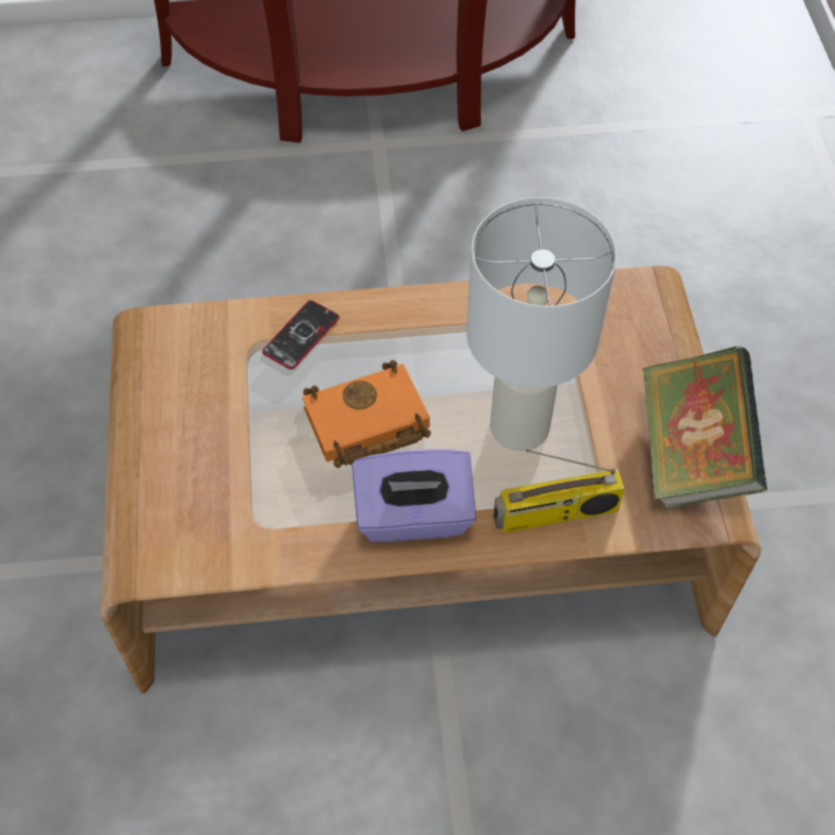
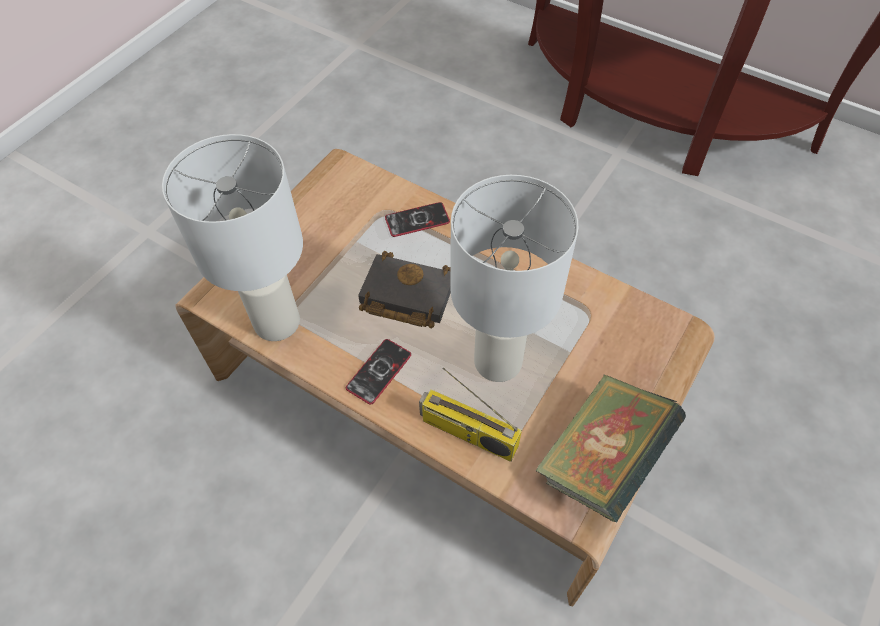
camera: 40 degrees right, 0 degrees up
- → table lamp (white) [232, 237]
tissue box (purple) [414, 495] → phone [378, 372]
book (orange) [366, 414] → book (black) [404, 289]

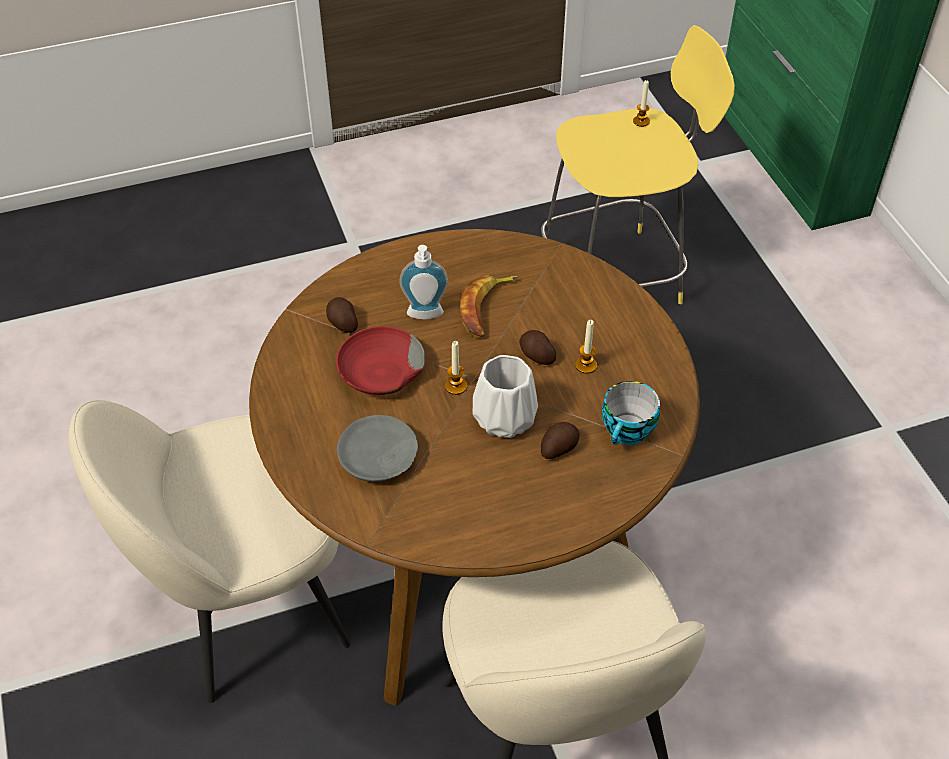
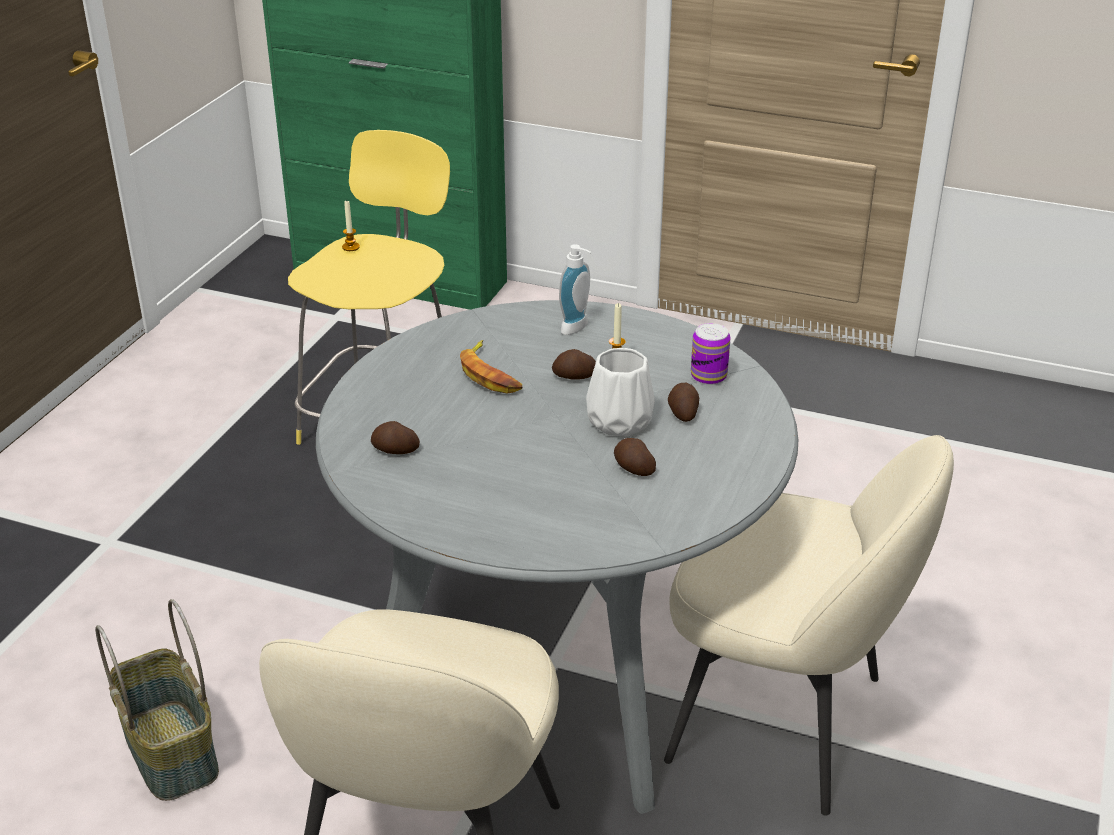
camera: 50 degrees left, 15 degrees down
- → basket [157, 700]
dining table (brown) [474, 467] → dining table (grey) [557, 557]
soap dispenser [423, 282] → soap dispenser [575, 289], move
- → potato [635, 457]
cup [631, 413] → can [710, 354]
bowl (red) [380, 360] → -
plate (grey) [377, 448] → -
candle [456, 368] → -

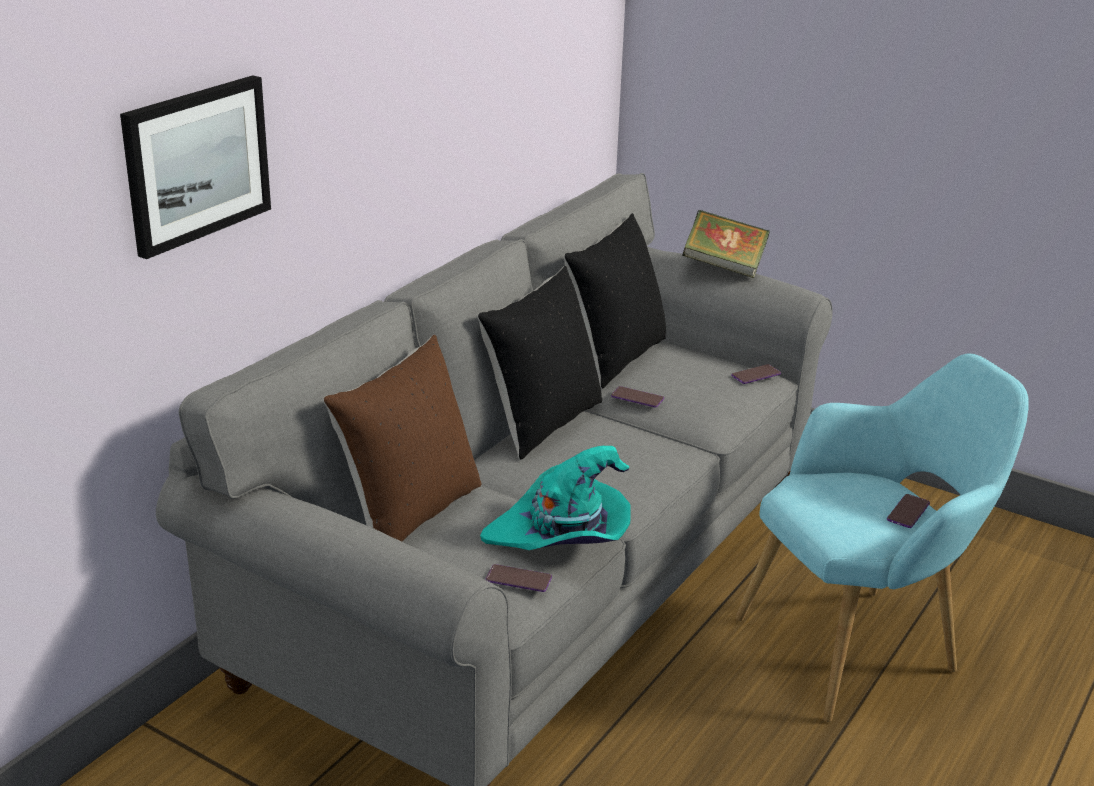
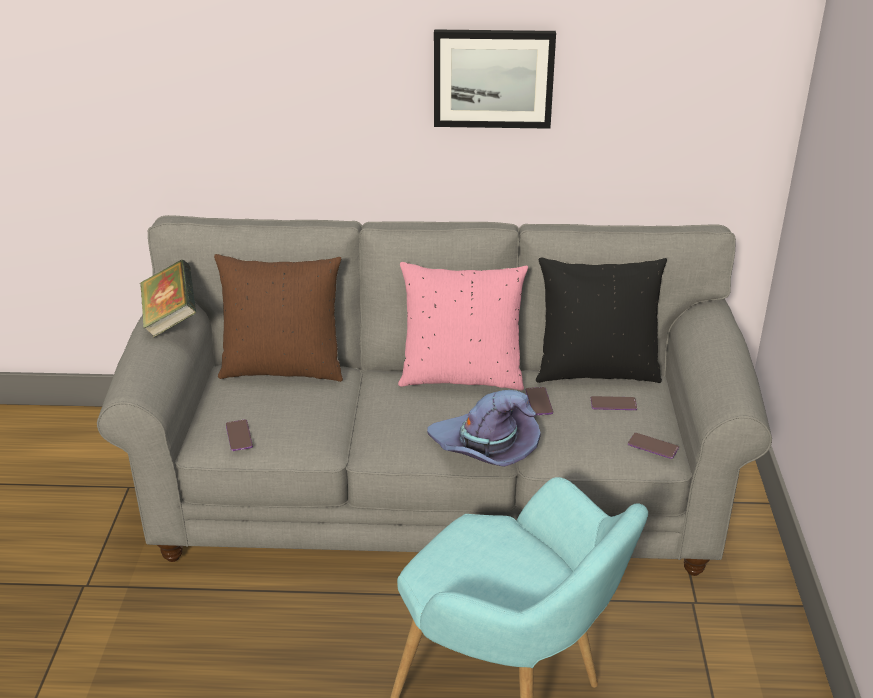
camera: 60 degrees right, 5 degrees up
book [726, 244] → book [168, 299], move
pillow (black) [539, 363] → pillow (pink) [463, 326]
- → hat (purple) [484, 428]
picture [195, 167] → picture [495, 79], move
phone [908, 511] → phone [614, 403], move
hat (turquoise) [555, 498] → -

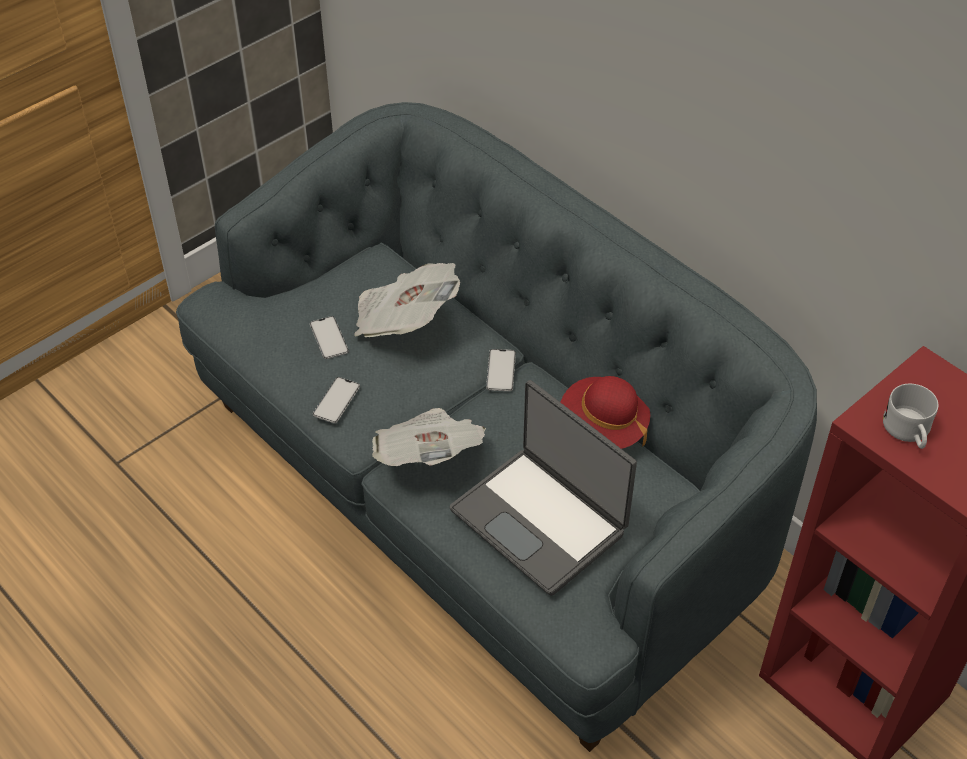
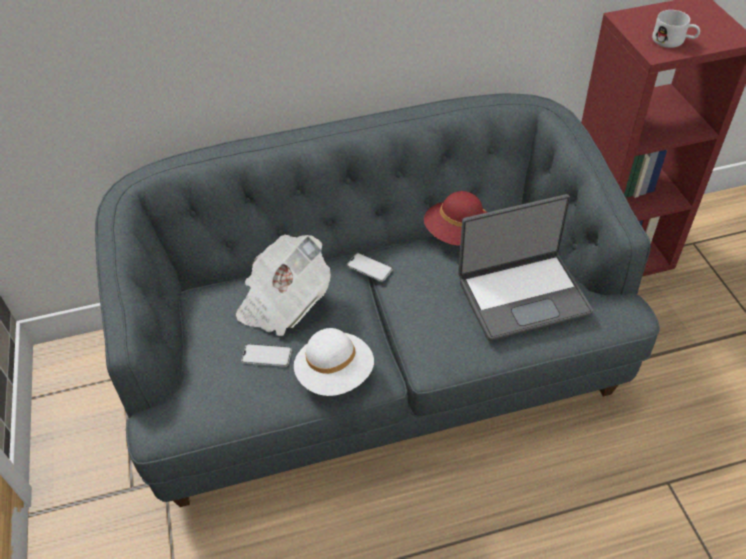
camera: 60 degrees left, 0 degrees up
phone [336, 400] → hat (white) [334, 362]
newspaper [429, 437] → -

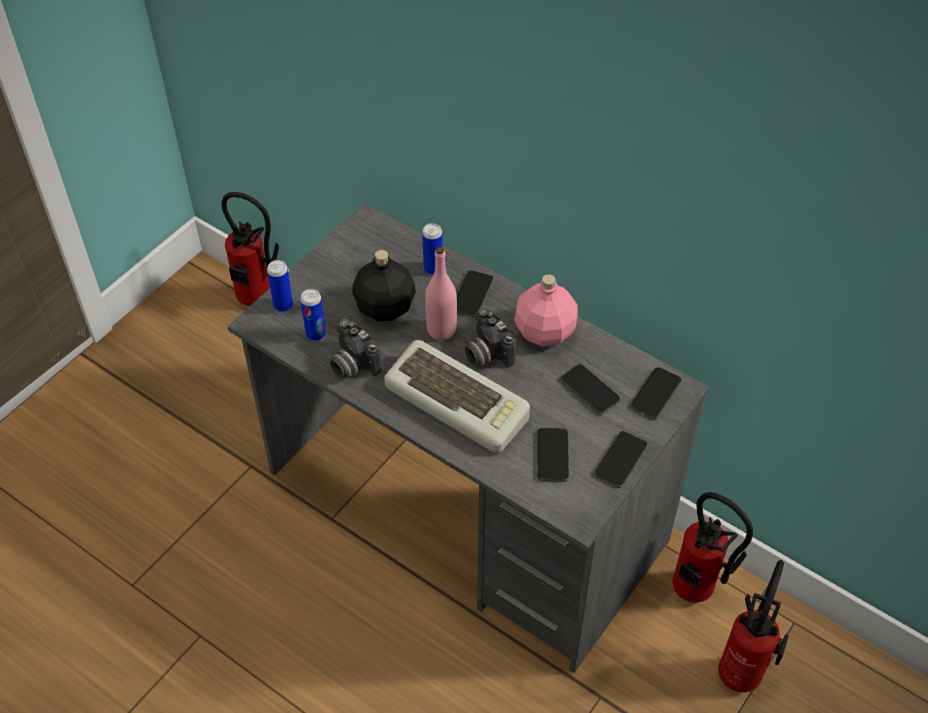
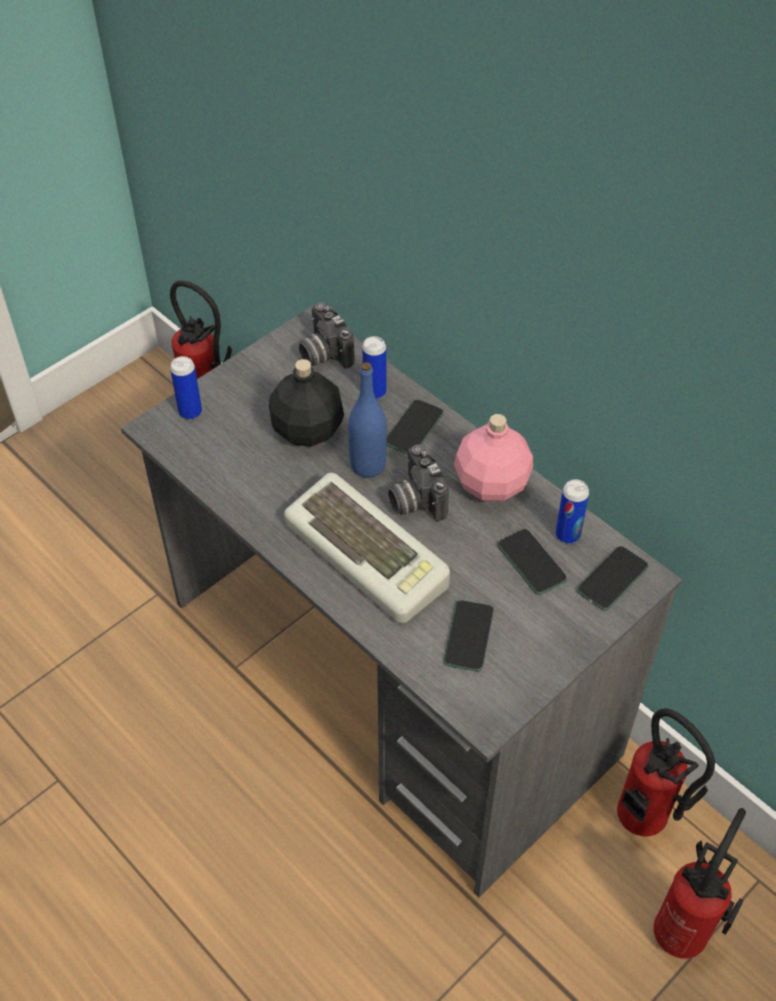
camera: 10 degrees right, 0 degrees up
photo camera [356, 349] → photo camera [327, 335], move
bottle (pink) [441, 293] → bottle (blue) [367, 420]
can [313, 315] → can [572, 511], move
phone [621, 459] → -

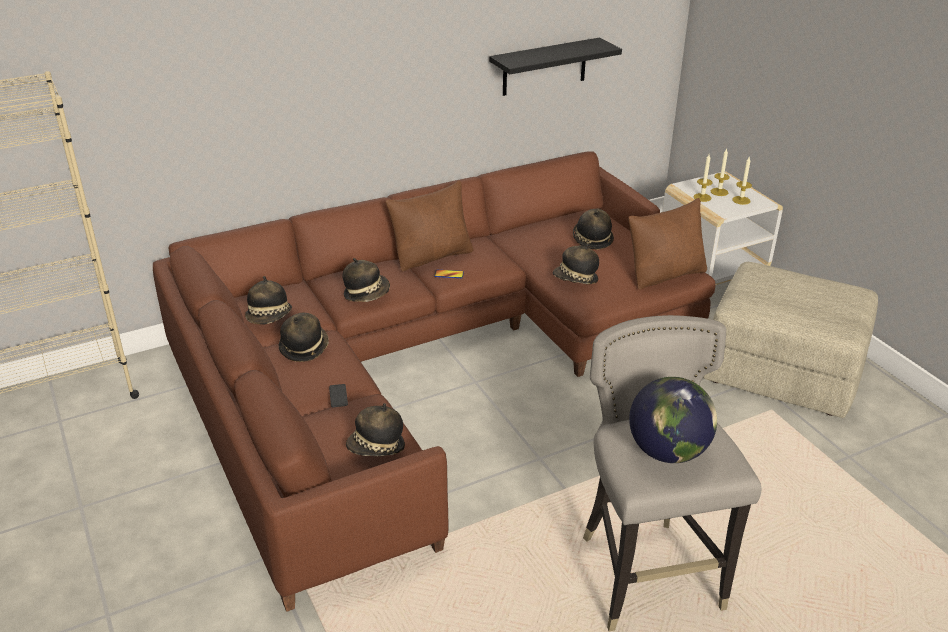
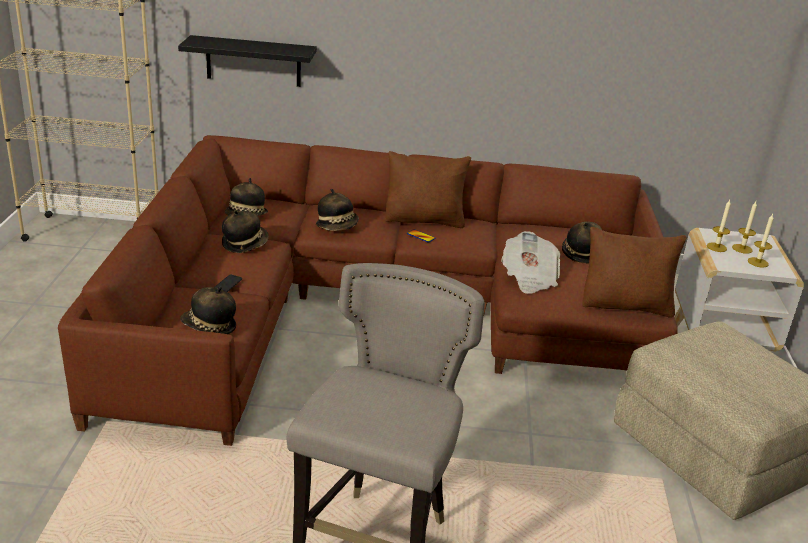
camera: 30 degrees right, 5 degrees down
shelf (black) [555, 67] → shelf (black) [247, 61], move
hat [576, 263] → newspaper [530, 262]
globe [673, 420] → -

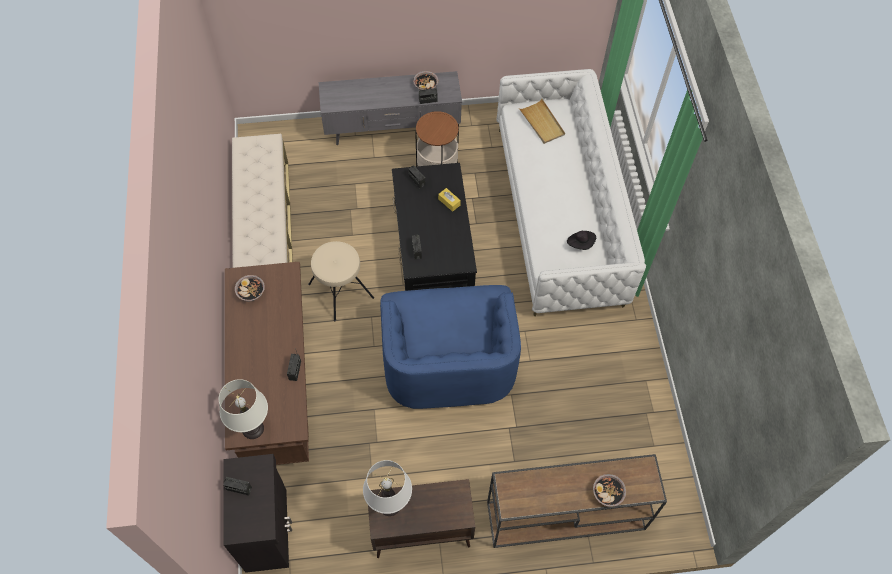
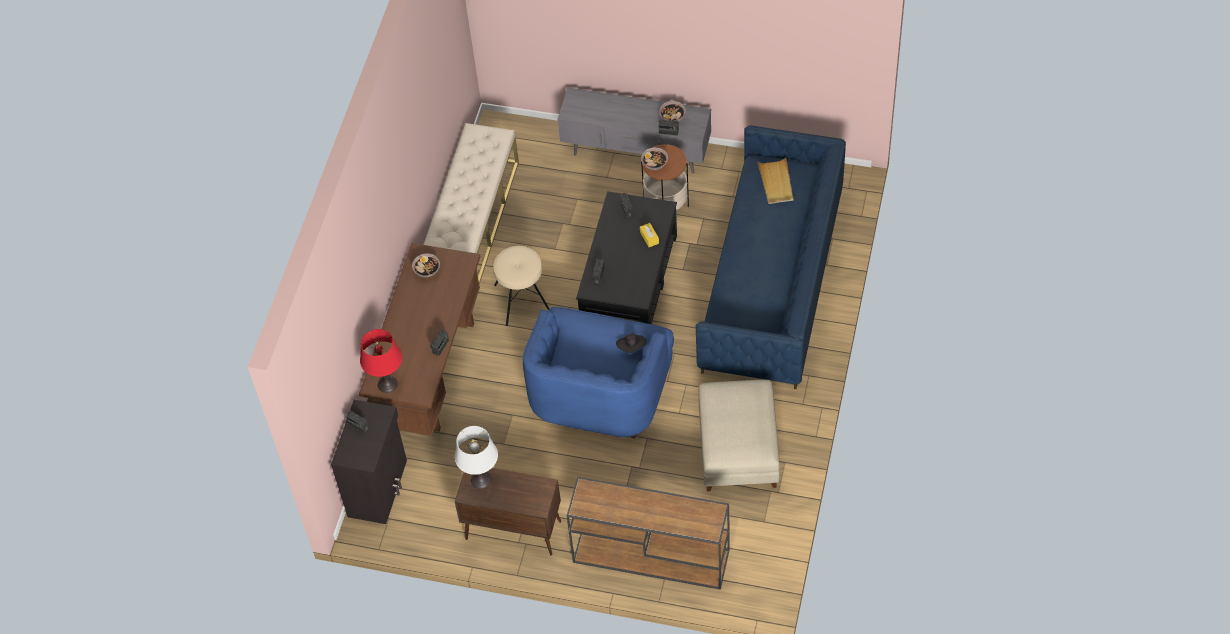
camera: 25 degrees right, 5 degrees down
table lamp (white) [243, 409] → table lamp (red) [381, 361]
hat (black) [581, 240] → hat (black) [631, 343], move
bowl [609, 490] → bowl [654, 158], move
sofa (white) [571, 192] → sofa (blue) [771, 257]
- → ottoman (beige) [739, 436]

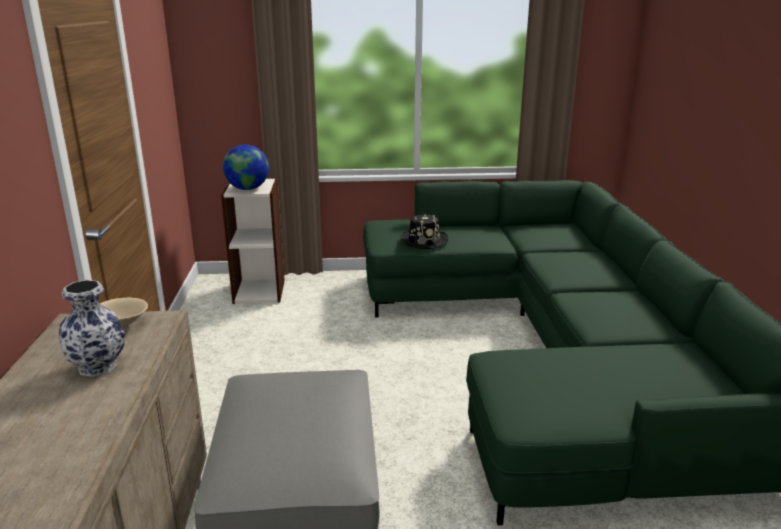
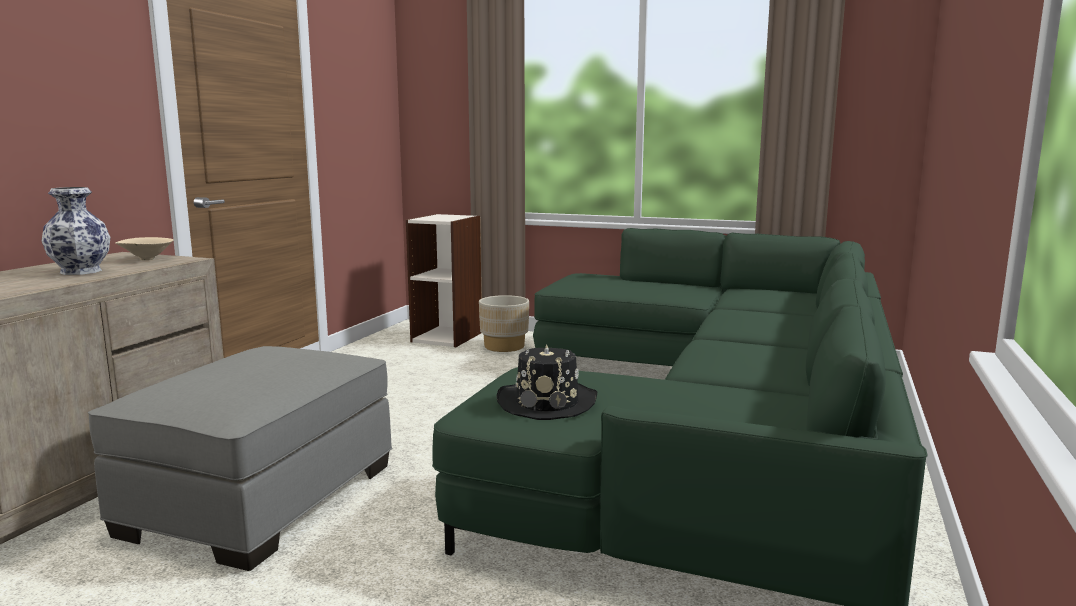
camera: 25 degrees right, 10 degrees down
- → planter (beige) [504, 323]
hat (black) [424, 232] → hat (black) [546, 382], move
globe [246, 167] → -

